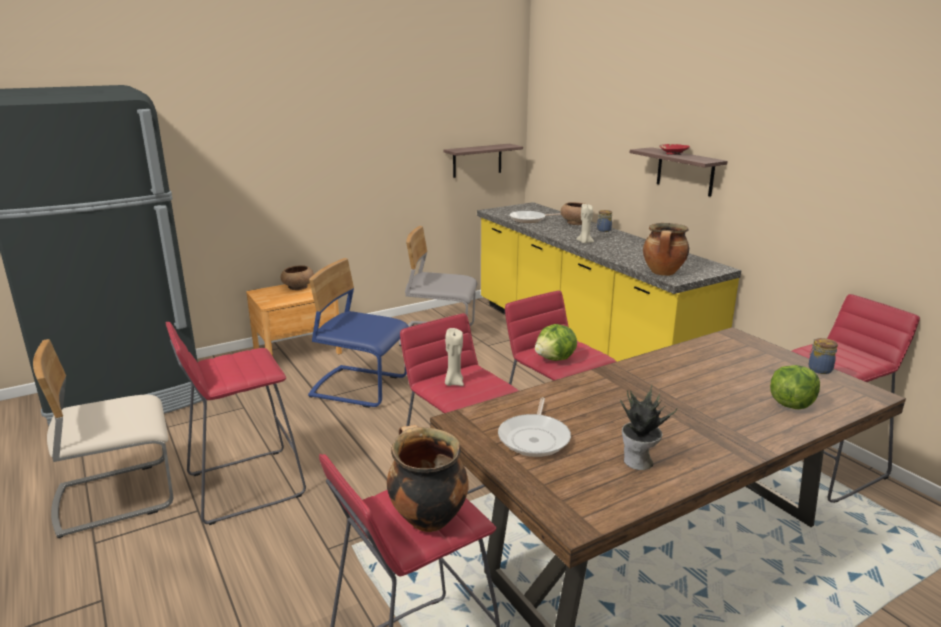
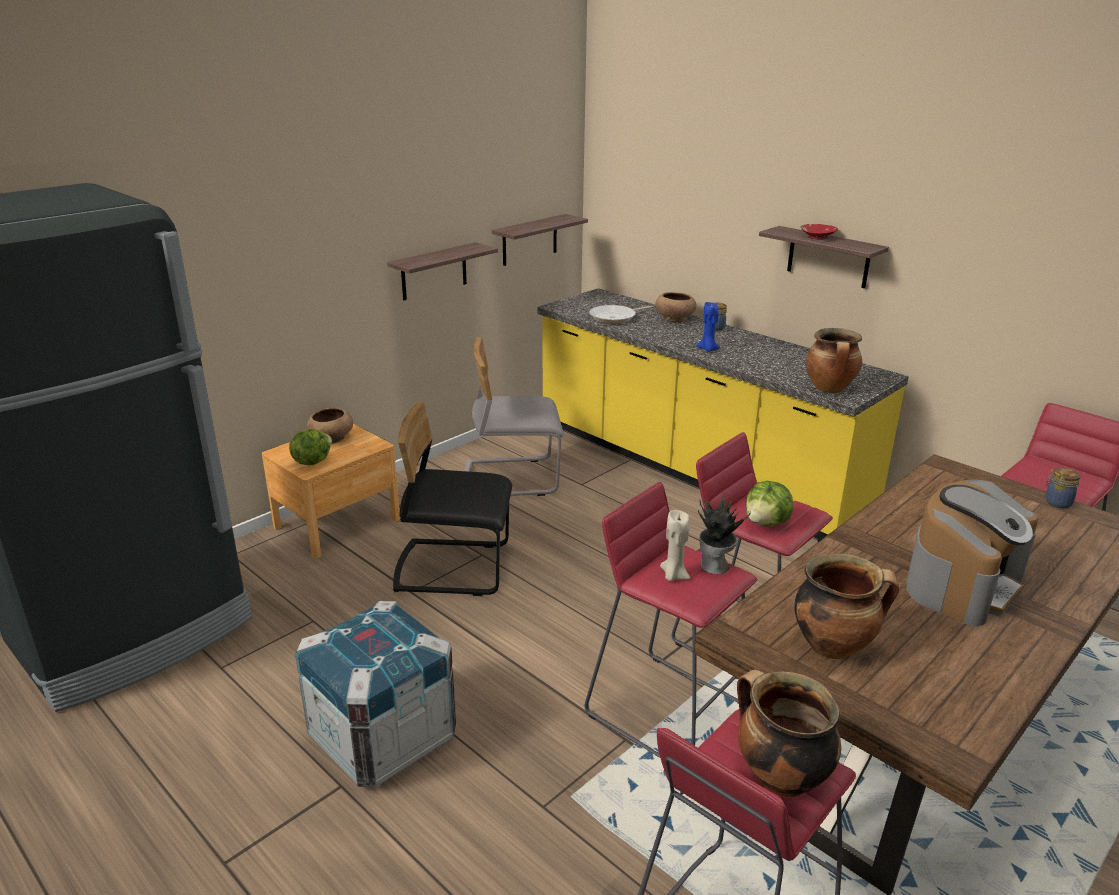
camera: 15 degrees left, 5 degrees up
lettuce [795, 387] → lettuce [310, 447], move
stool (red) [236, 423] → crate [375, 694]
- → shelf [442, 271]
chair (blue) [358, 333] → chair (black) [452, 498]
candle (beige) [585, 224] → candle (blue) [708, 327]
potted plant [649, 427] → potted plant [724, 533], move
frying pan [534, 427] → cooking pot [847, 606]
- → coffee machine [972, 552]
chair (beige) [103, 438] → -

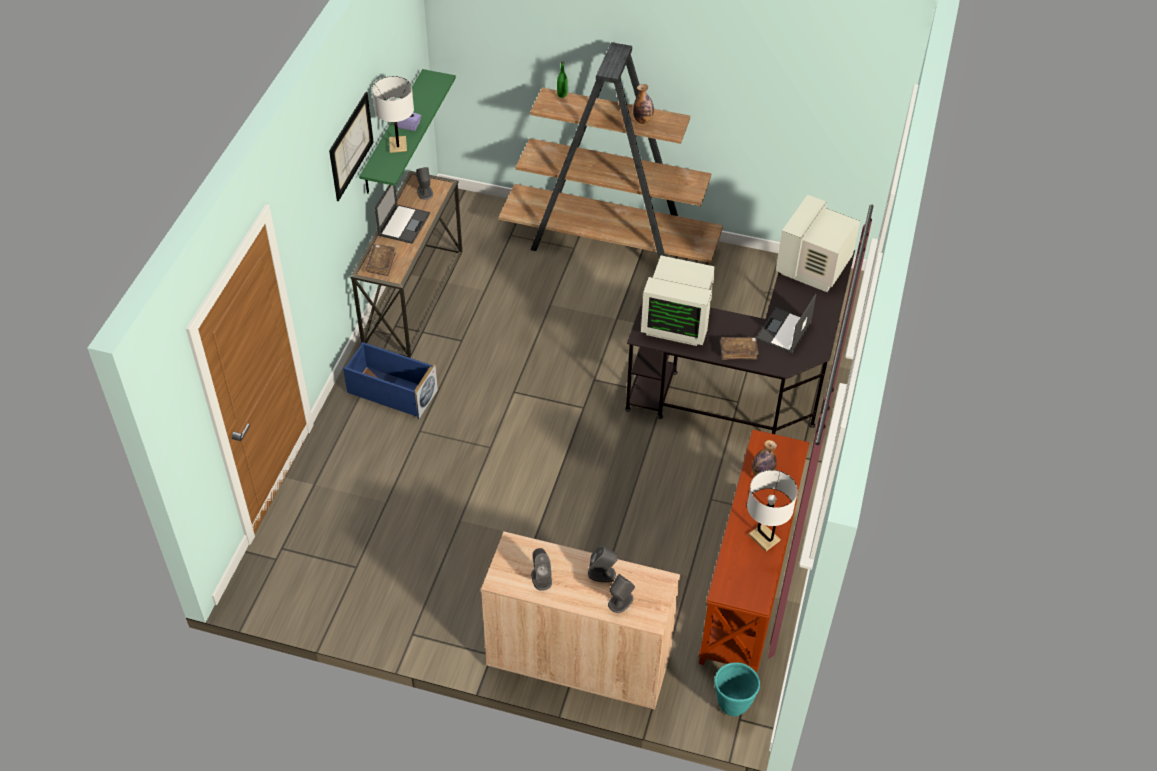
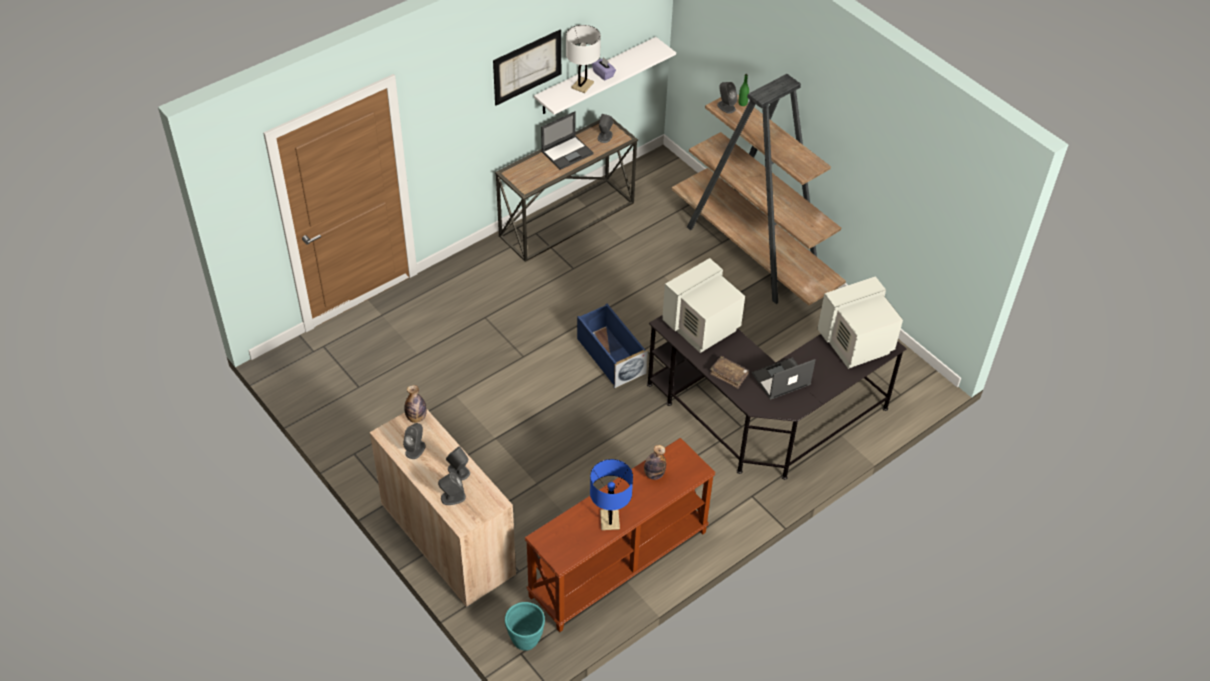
camera: 35 degrees right, 0 degrees up
bottle [643, 104] → bottle [415, 404], move
shelf (green) [407, 131] → shelf (white) [605, 76]
storage box (blue) [390, 380] → storage box (blue) [612, 346], move
table lamp (white) [772, 510] → table lamp (blue) [611, 494]
monitor [678, 300] → monitor [703, 305], 90 degrees clockwise
- → speaker (grey) [727, 97]
book (brown) [380, 260] → -

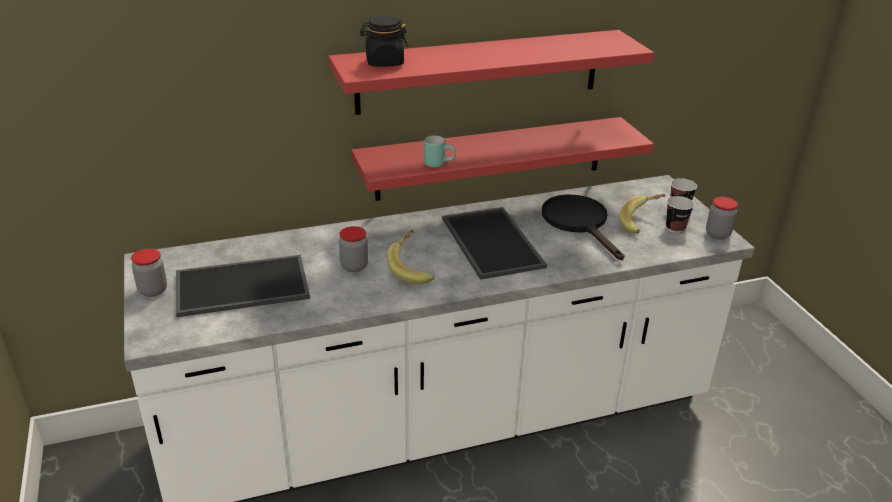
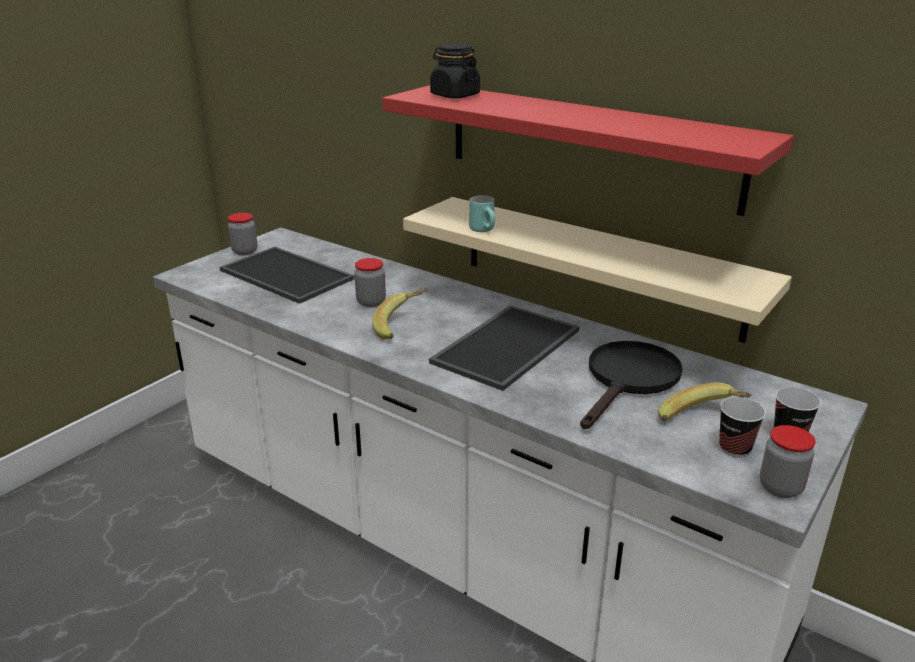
camera: 55 degrees right, 5 degrees down
shelf (red) [502, 159] → shelf (beige) [597, 270]

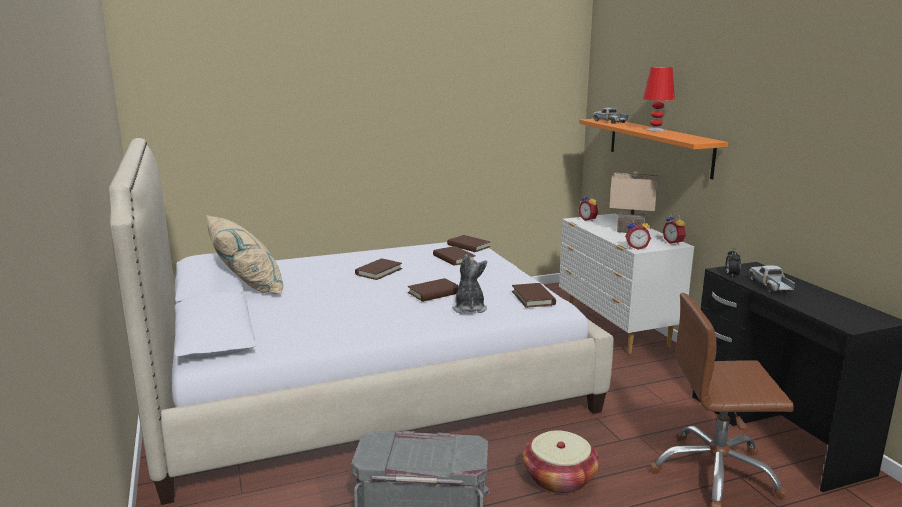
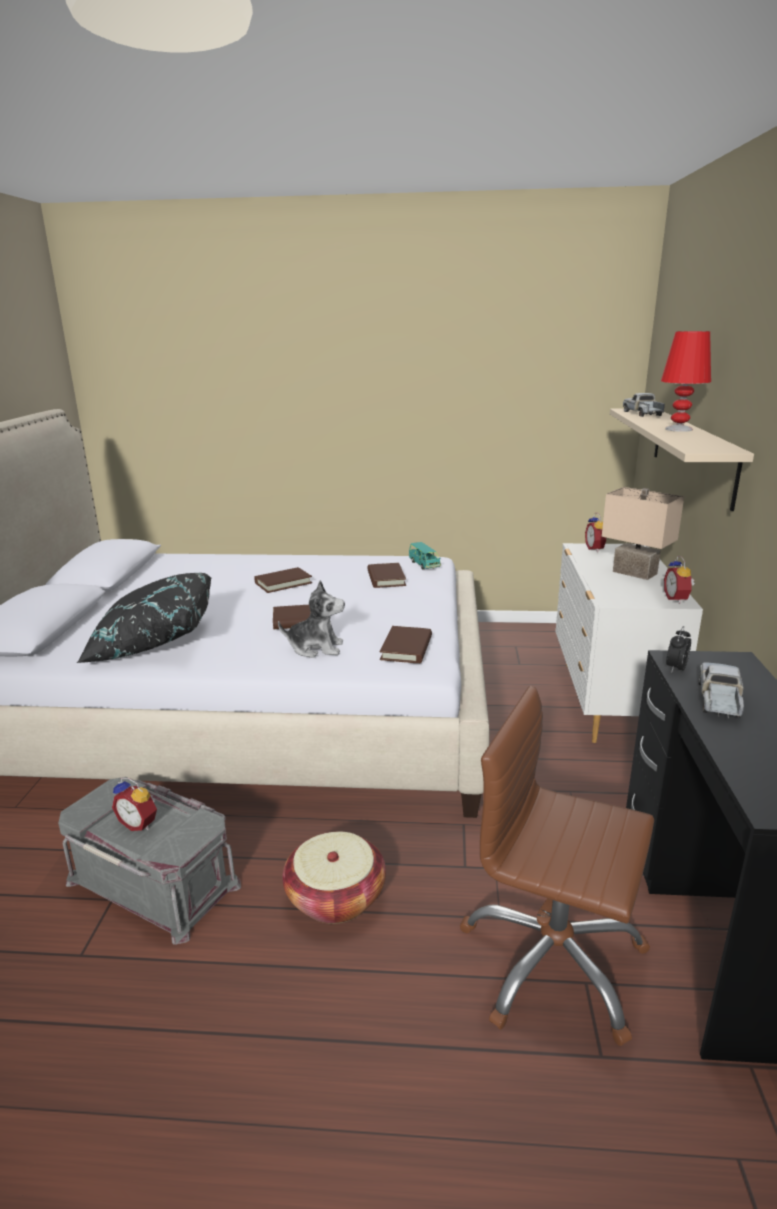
camera: 25 degrees right, 5 degrees up
- → pillow (black) [144, 618]
alarm clock [638, 234] → alarm clock [134, 804], move
plush toy [469, 284] → plush toy [311, 619], 75 degrees clockwise
book (brown) [468, 243] → toy car (turquoise) [424, 555]
shelf (orange) [653, 149] → shelf (beige) [682, 459]
pillow (beige) [244, 254] → -

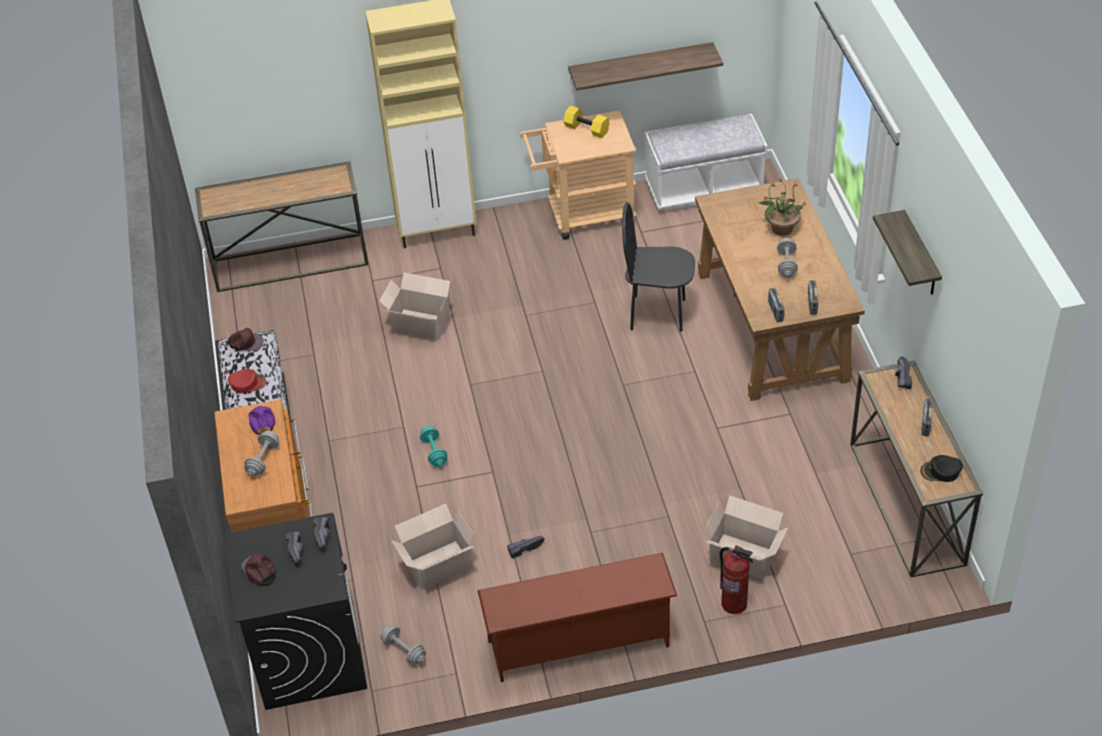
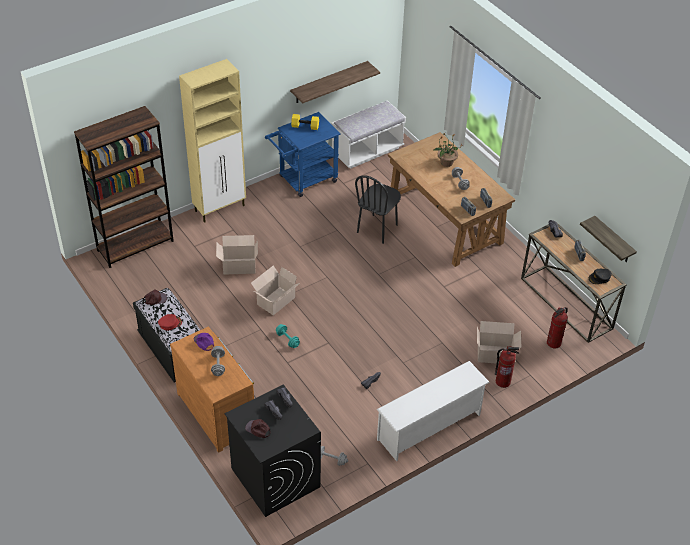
camera: 25 degrees left, 0 degrees up
console table [281, 226] → bookcase (brown) [124, 187]
cardboard box [432, 547] → cardboard box [275, 290], move
cart (beige) [578, 175] → cart (blue) [303, 154]
chair (black) [658, 267] → chair (black) [378, 209], 45 degrees counterclockwise
shoe rack (brown) [577, 617] → shoe rack (white) [433, 411]
- → fire extinguisher [557, 327]
shelf [907, 252] → shelf [608, 239], move

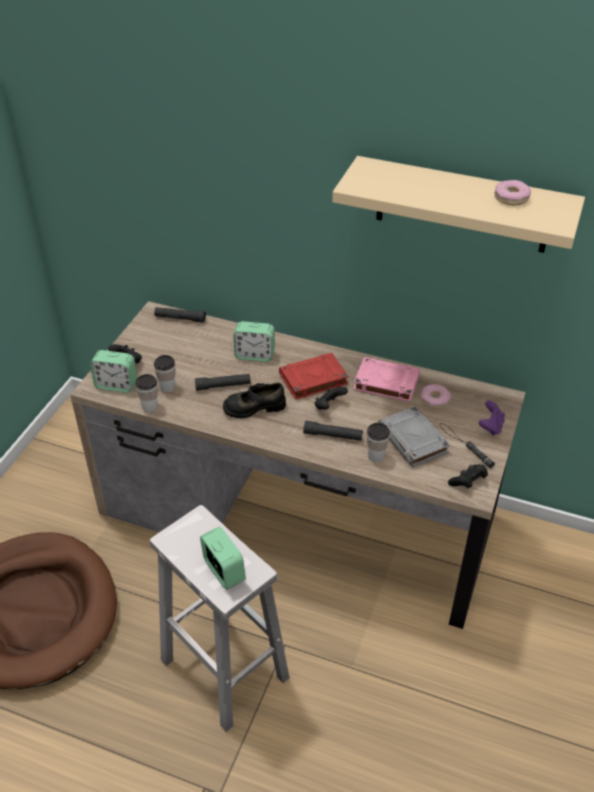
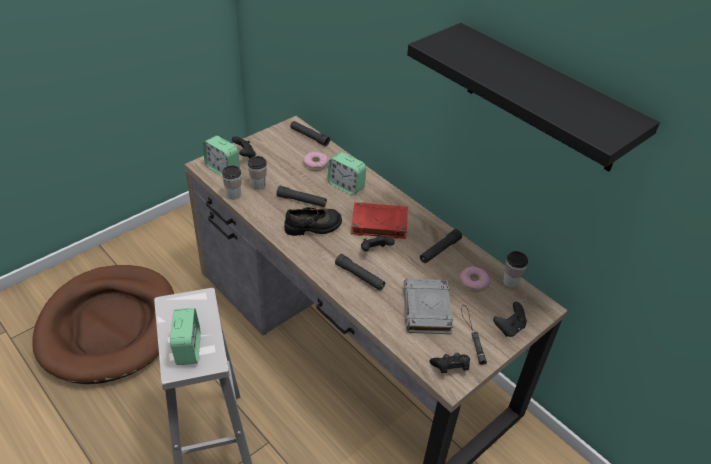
camera: 25 degrees right, 0 degrees up
shoe (black) [254, 400] → shoe (black) [313, 221], 150 degrees clockwise
donut [512, 192] → donut [316, 161], move
shelf (beige) [458, 204] → shelf (black) [533, 97]
book (pink) [386, 379] → flashlight (black) [441, 246]
game controller (purple) [492, 418] → game controller (black) [510, 319]
cup [378, 442] → cup [515, 269], move

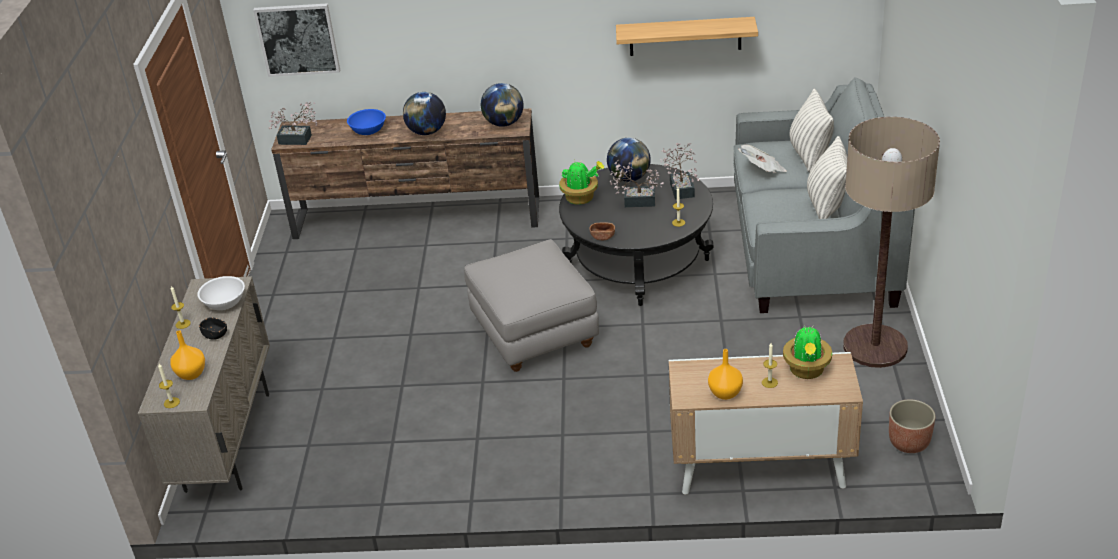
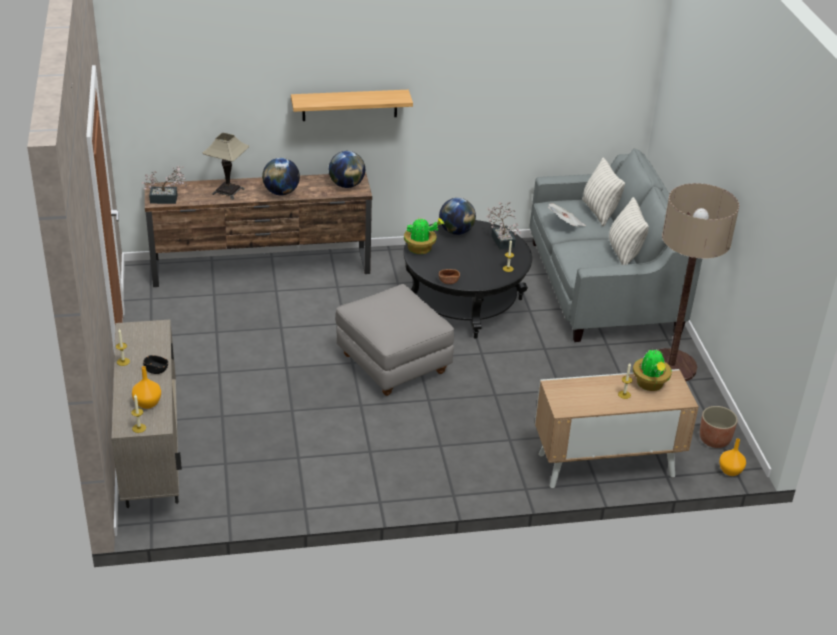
camera: 15 degrees left, 0 degrees up
bowl (blue) [366, 122] → table lamp [226, 166]
shelf [687, 36] → shelf [352, 105], move
vase (orange) [725, 374] → vase (orange) [732, 457], move
bowl (white) [221, 293] → -
picture [296, 40] → -
potted plant [637, 183] → -

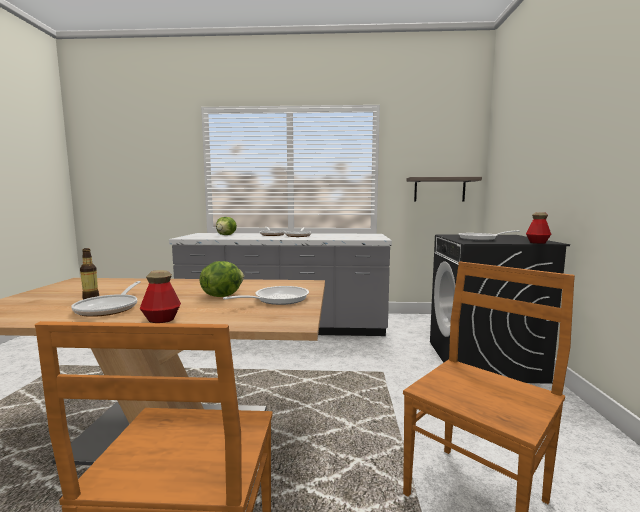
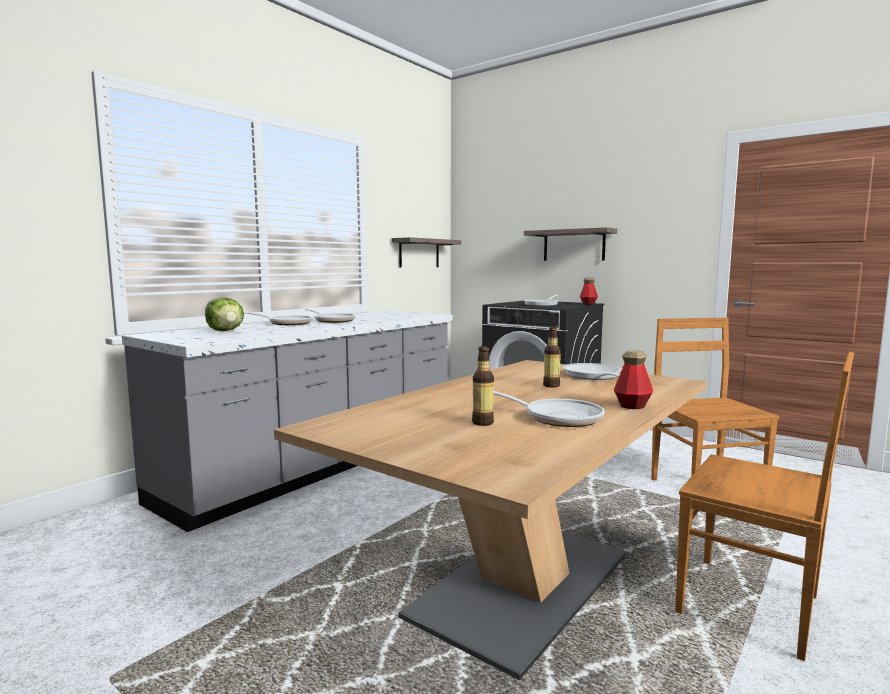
camera: 55 degrees left, 0 degrees up
- → shelf [570, 244]
lettuce [222, 279] → bottle [552, 357]

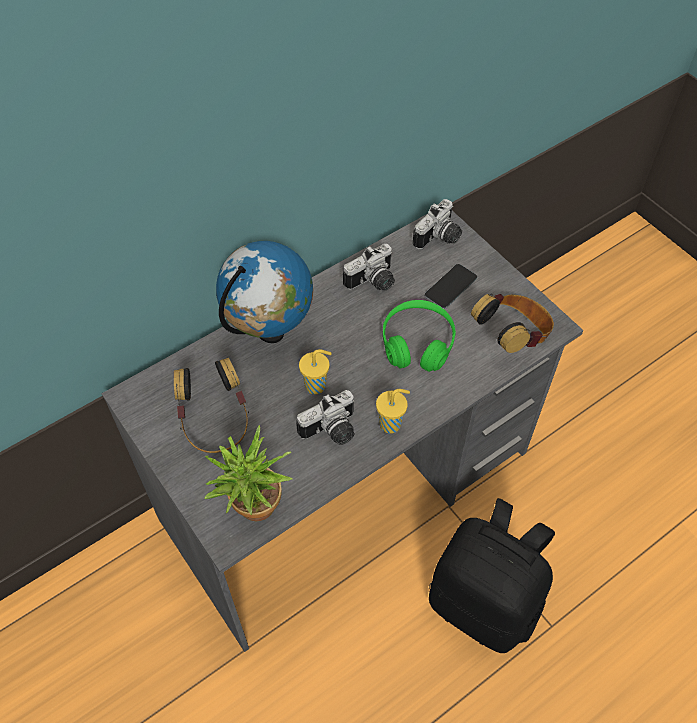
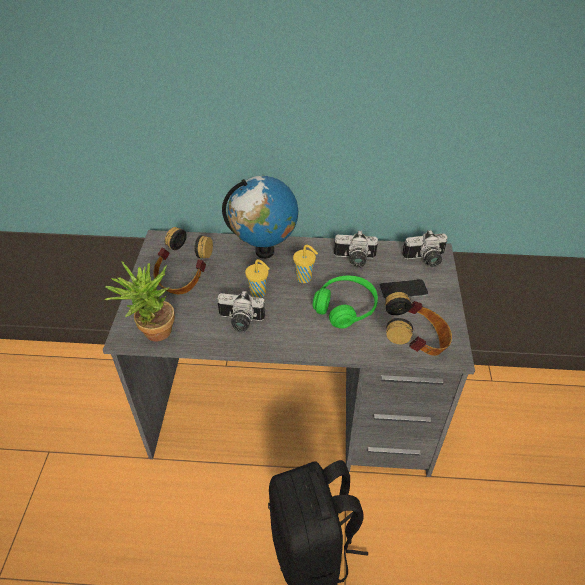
camera: 40 degrees right, 10 degrees down
cup (yellow) [393, 411] → cup (yellow) [305, 264], move

